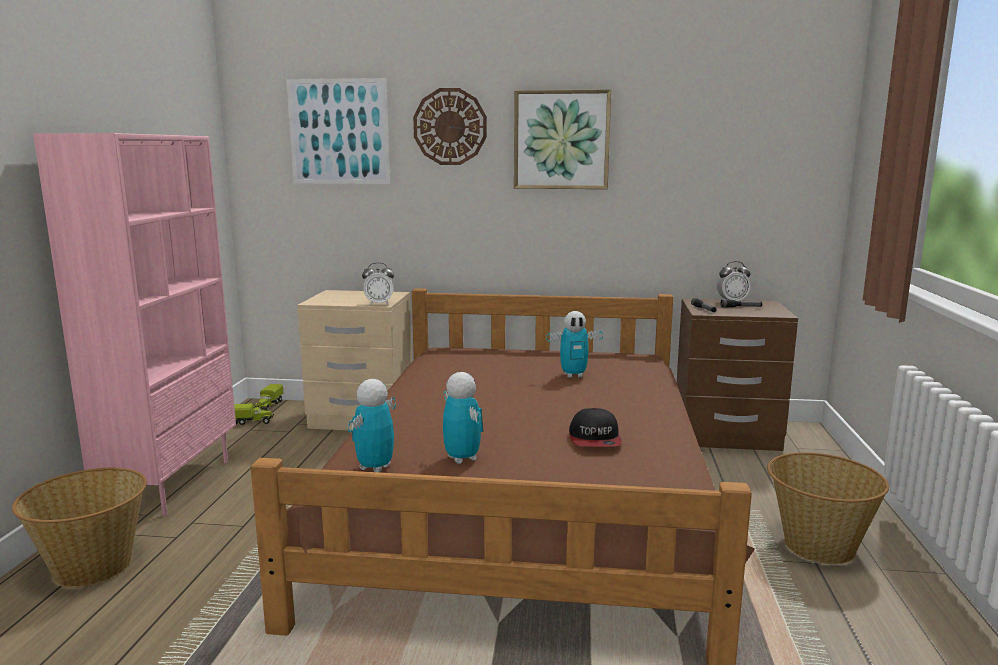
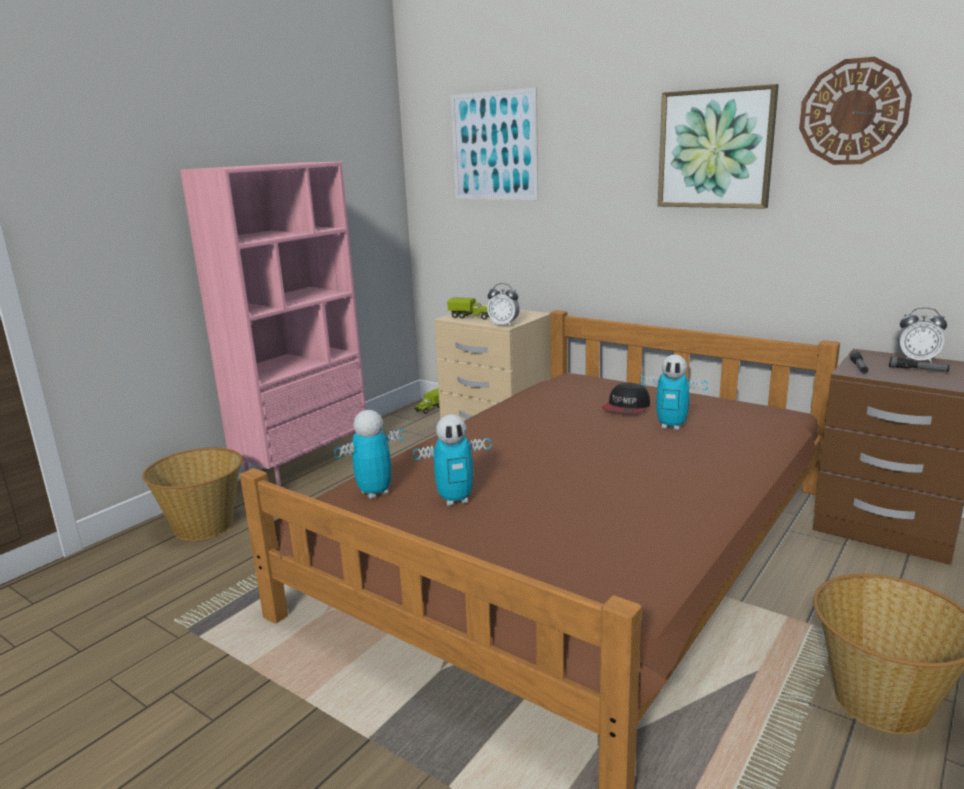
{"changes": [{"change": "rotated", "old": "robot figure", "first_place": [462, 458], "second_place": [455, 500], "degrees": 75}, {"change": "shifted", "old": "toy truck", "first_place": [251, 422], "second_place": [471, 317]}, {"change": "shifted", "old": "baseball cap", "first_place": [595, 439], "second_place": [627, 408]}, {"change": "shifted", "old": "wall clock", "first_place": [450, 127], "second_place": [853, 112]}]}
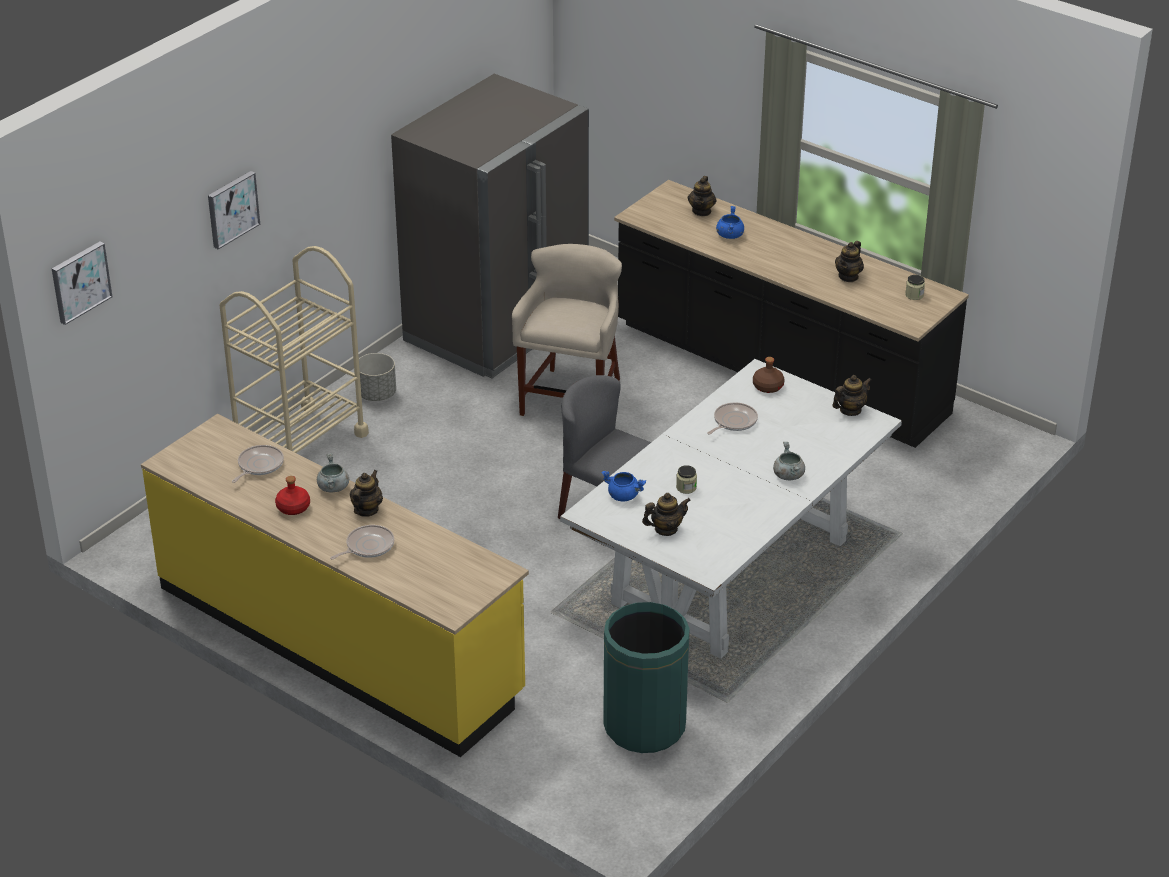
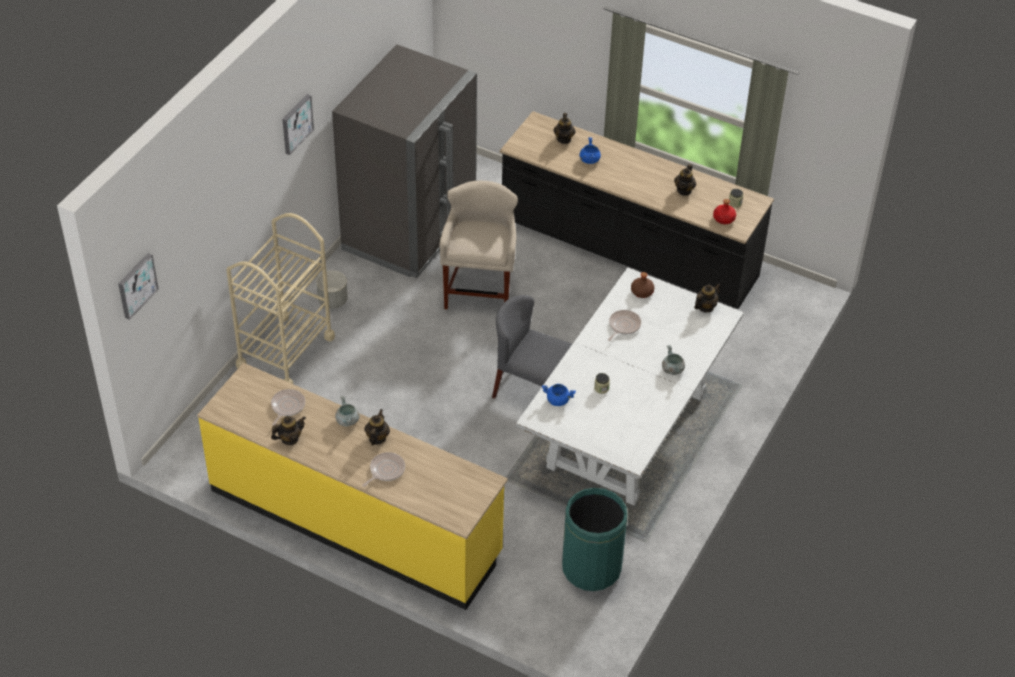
{"changes": [{"change": "shifted", "old": "tea pot", "first_place": [666, 529], "second_place": [289, 439]}, {"change": "shifted", "old": "picture", "first_place": [232, 209], "second_place": [296, 123]}, {"change": "shifted", "old": "bottle (red)", "first_place": [293, 508], "second_place": [724, 219]}]}
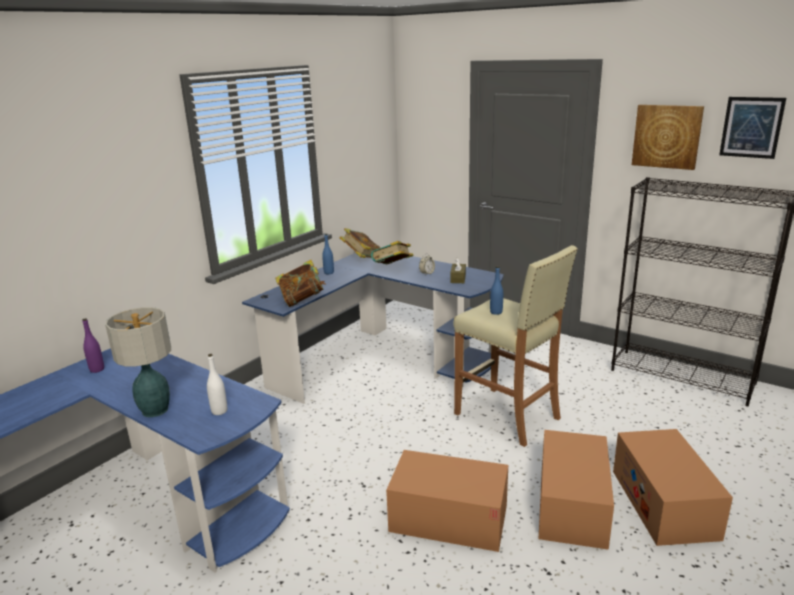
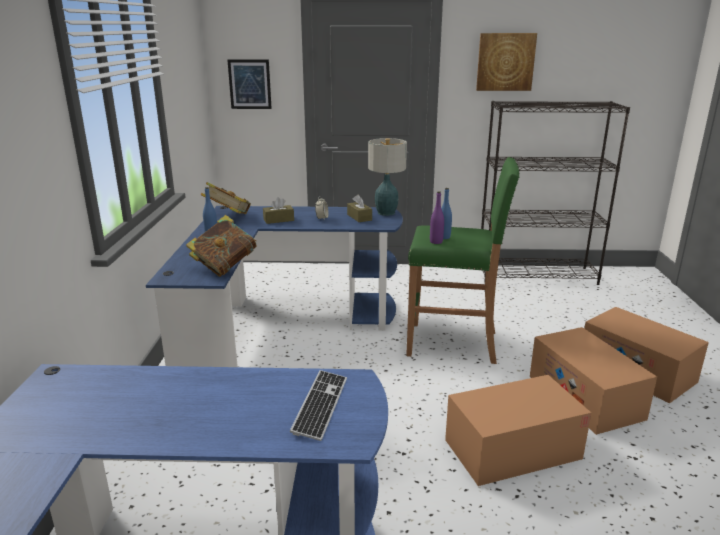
{"changes": [{"change": "shifted", "old": "picture", "first_place": [751, 127], "second_place": [249, 84]}, {"change": "swapped", "old": "book", "new": "tissue box (brownish)", "first_place": [392, 268], "second_place": [278, 220]}, {"change": "swapped", "old": "bottle (whitish)", "new": "PC keyboard", "first_place": [219, 411], "second_place": [320, 405]}, {"change": "shifted", "old": "table lamp", "first_place": [155, 410], "second_place": [386, 213]}, {"change": "repainted", "old": "stool (beige-coloured)", "new": "stool (greenish)", "first_place": [508, 416], "second_place": [453, 343]}, {"change": "shifted", "old": "bottle (purple)", "first_place": [97, 369], "second_place": [436, 242]}]}
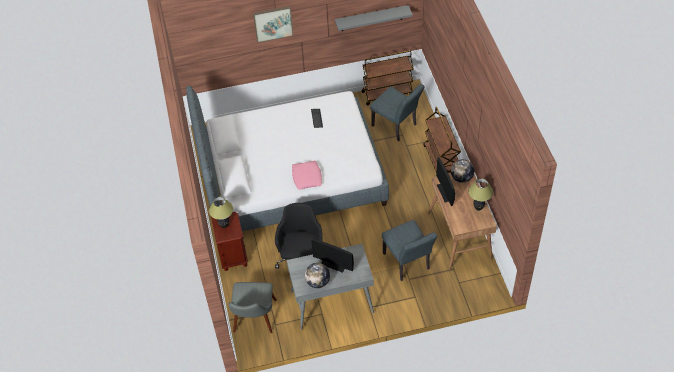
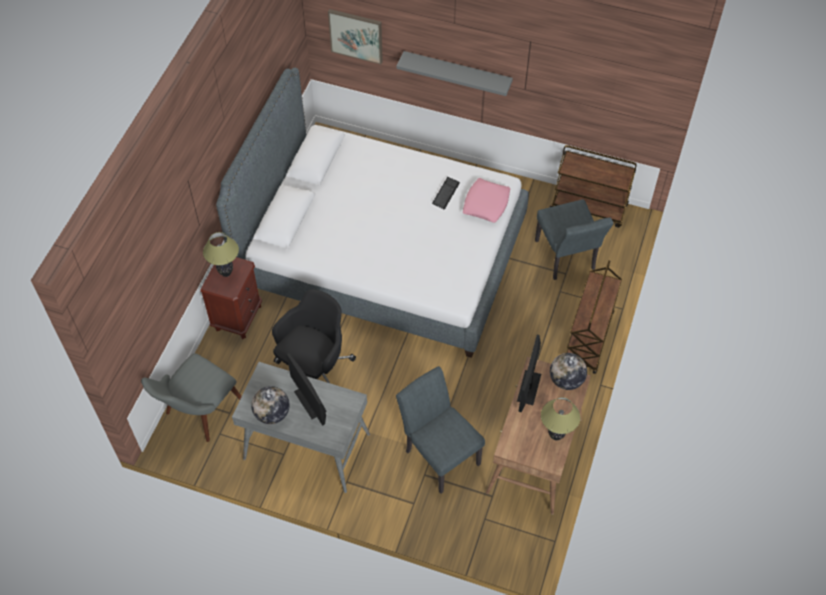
{"changes": [{"change": "shifted", "old": "picture", "first_place": [273, 23], "second_place": [356, 35]}, {"change": "shifted", "old": "bracket shelf (grey)", "first_place": [371, 18], "second_place": [457, 73]}, {"change": "rotated", "old": "chair (grey)", "first_place": [408, 264], "second_place": [438, 453], "degrees": 135}, {"change": "shifted", "old": "cushion (pink-coloured)", "first_place": [307, 177], "second_place": [486, 203]}]}
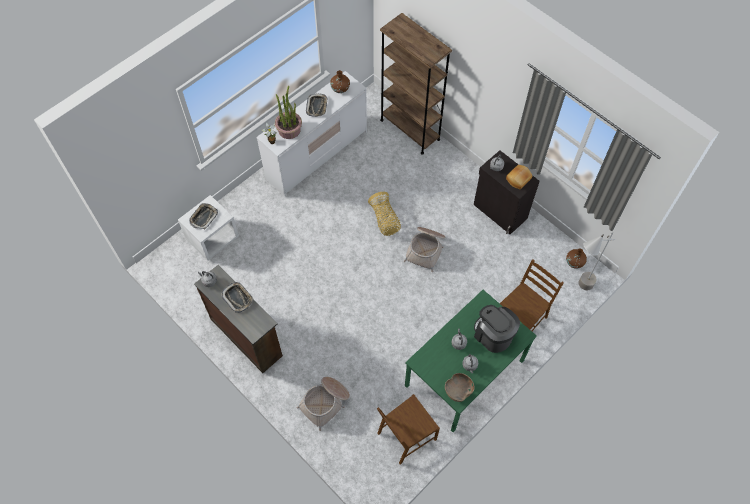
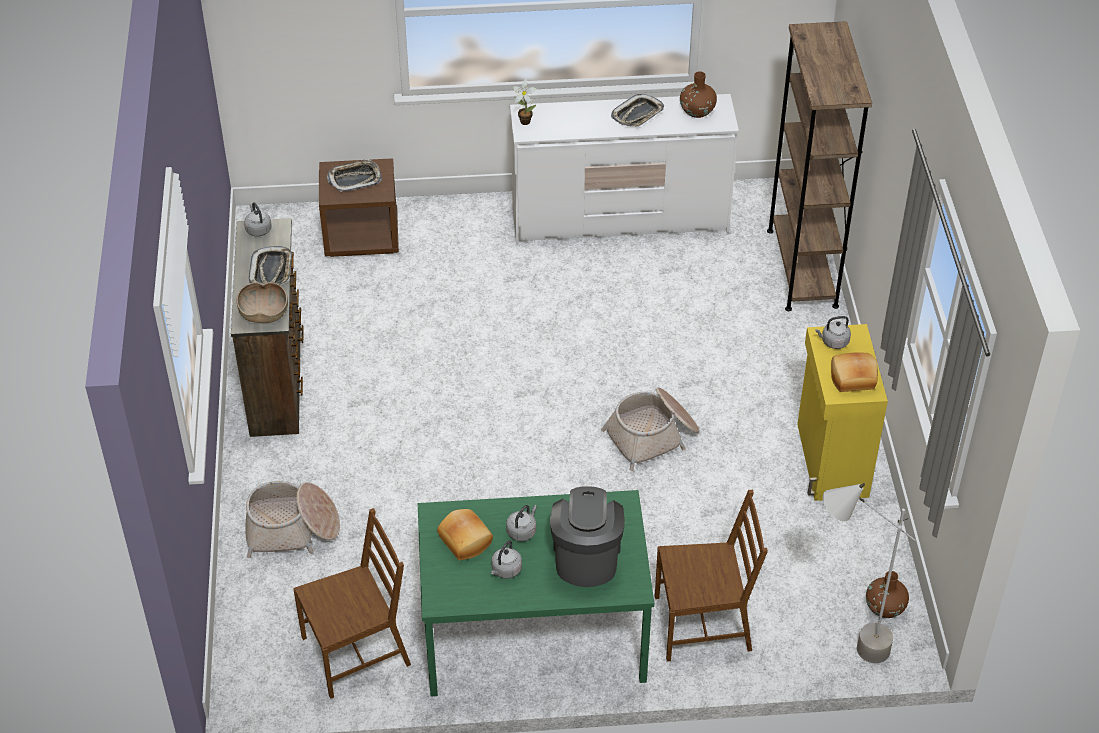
{"changes": [{"change": "shifted", "old": "bowl (brownish)", "first_place": [458, 390], "second_place": [264, 314]}, {"change": "rotated", "old": "chair (brownish)", "first_place": [406, 436], "second_place": [357, 651], "degrees": 150}, {"change": "repainted", "old": "bedside table (whitish)", "new": "bedside table (brownish)", "first_place": [213, 238], "second_place": [362, 236]}, {"change": "new", "new": "bread", "second_place": [466, 540]}, {"change": "repainted", "old": "storage cabinet (blackish)", "new": "storage cabinet (yellowish)", "first_place": [500, 212], "second_place": [830, 461]}, {"change": "gone", "old": "plant in a pot", "first_place": [289, 129]}, {"change": "gone", "old": "basket", "first_place": [385, 220]}]}
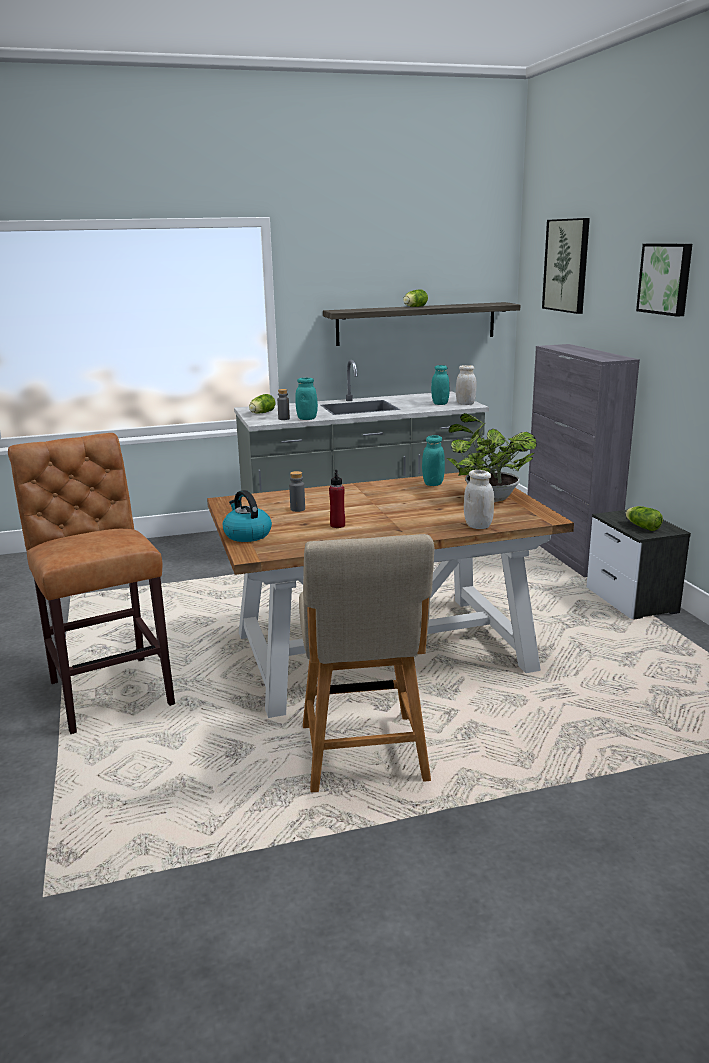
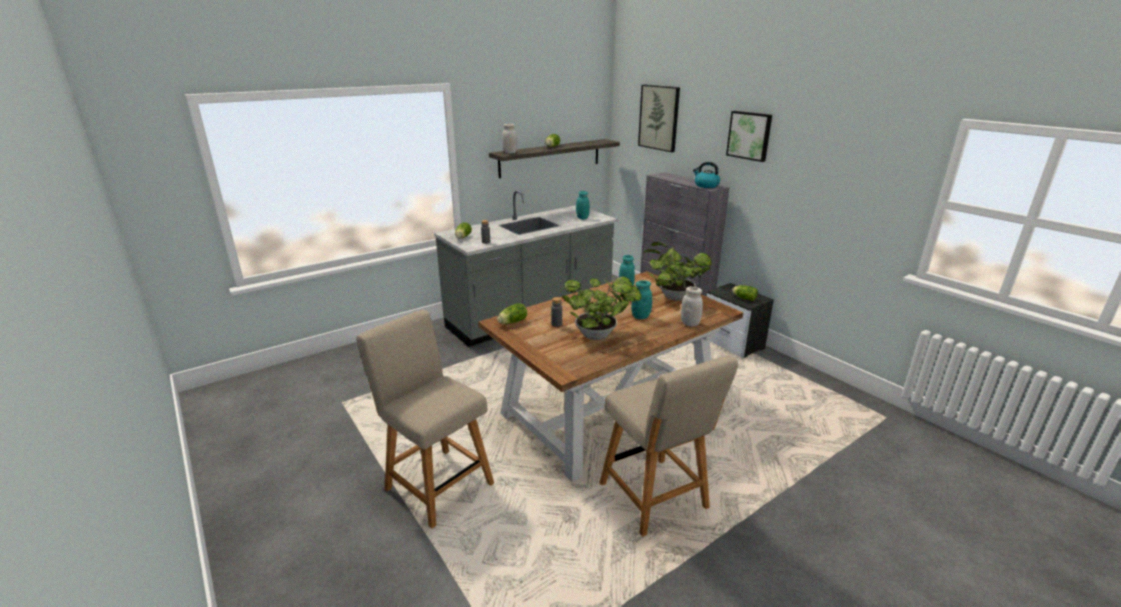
{"changes": [{"change": "swapped", "old": "stool (brownish)", "new": "chair (beige-coloured)", "first_place": [109, 689], "second_place": [436, 483]}, {"change": "new", "new": "lettuce", "second_place": [511, 322]}, {"change": "shifted", "old": "preserve jar (whitish)", "first_place": [465, 404], "second_place": [510, 152]}, {"change": "swapped", "old": "bottle (red)", "new": "plant in a pot", "first_place": [337, 525], "second_place": [599, 336]}, {"change": "shifted", "old": "preserve jar (blue-green)", "first_place": [307, 418], "second_place": [640, 316]}, {"change": "shifted", "old": "water kettle", "first_place": [247, 535], "second_place": [706, 185]}]}
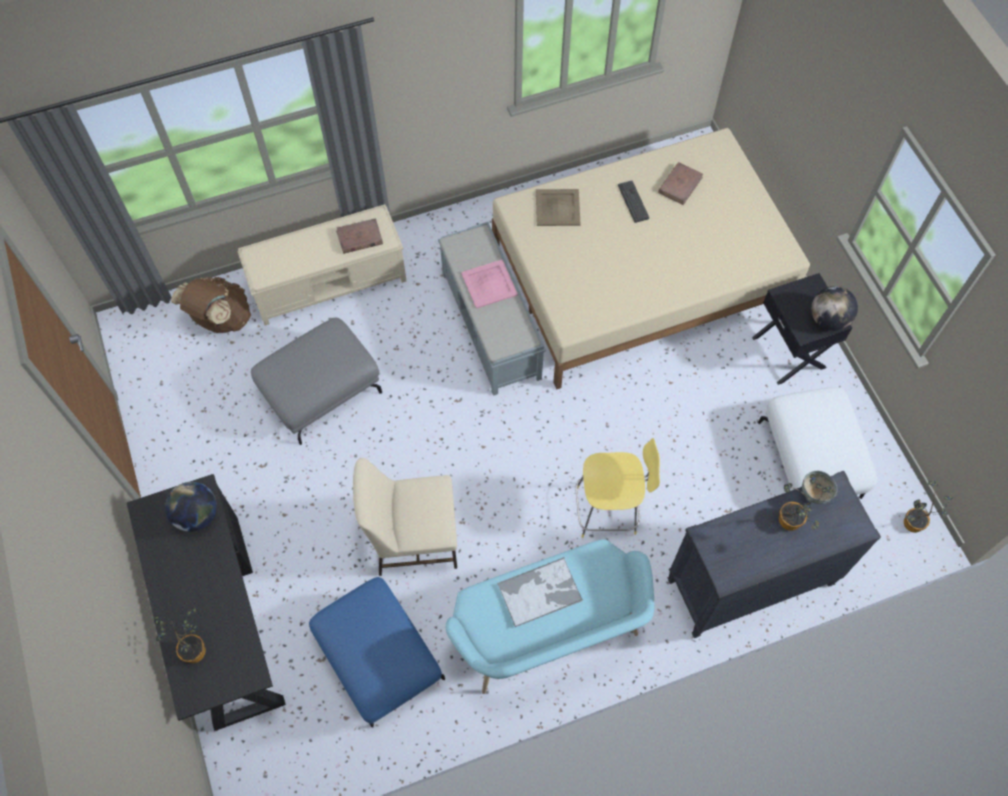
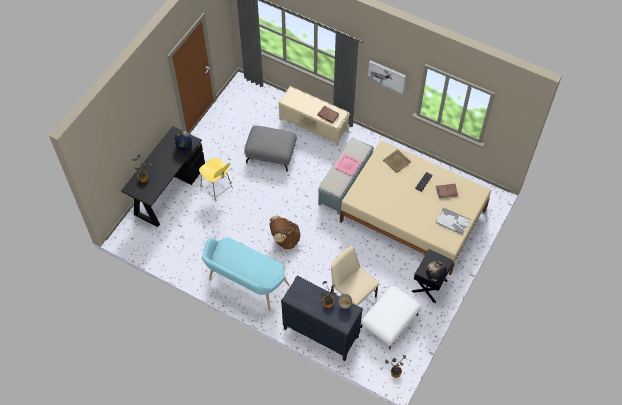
{"changes": [{"change": "shifted", "old": "stool (yellowish)", "first_place": [609, 510], "second_place": [217, 189]}, {"change": "shifted", "old": "knapsack (brownish)", "first_place": [221, 320], "second_place": [285, 239]}, {"change": "shifted", "old": "chair (beige-coloured)", "first_place": [413, 538], "second_place": [352, 295]}, {"change": "new", "new": "picture", "second_place": [387, 76]}, {"change": "shifted", "old": "serving tray", "first_place": [540, 592], "second_place": [453, 221]}, {"change": "gone", "old": "pouffe (blue)", "first_place": [378, 658]}]}
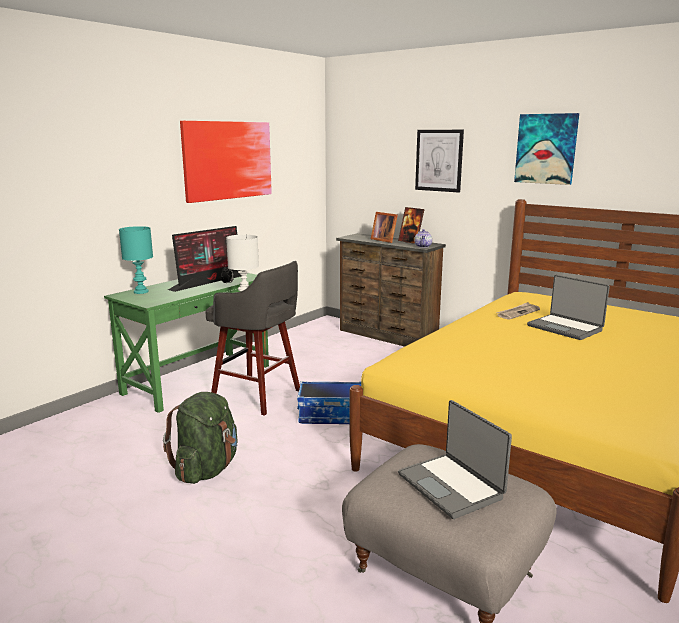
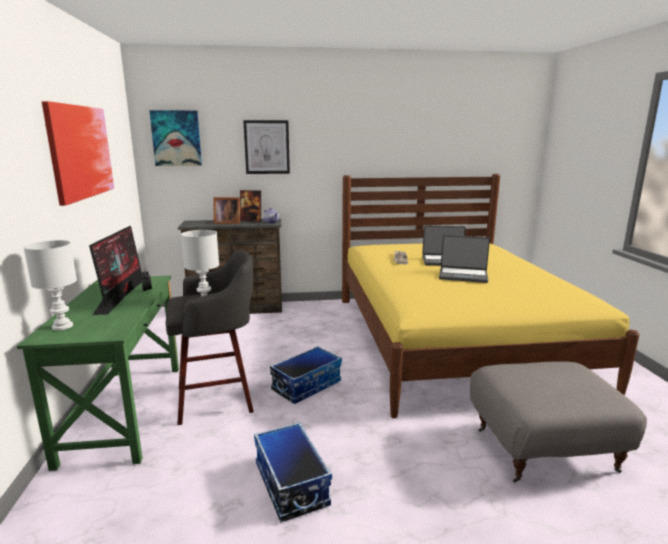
{"changes": [{"change": "repainted", "old": "table lamp (blue-green)", "new": "table lamp (whitish)", "first_place": [140, 292], "second_place": [61, 326]}, {"change": "shifted", "old": "picture", "first_place": [546, 149], "second_place": [176, 138]}, {"change": "swapped", "old": "knapsack (greenish)", "new": "storage bin", "first_place": [207, 469], "second_place": [290, 484]}, {"change": "shifted", "old": "portable computer", "first_place": [451, 486], "second_place": [463, 275]}]}
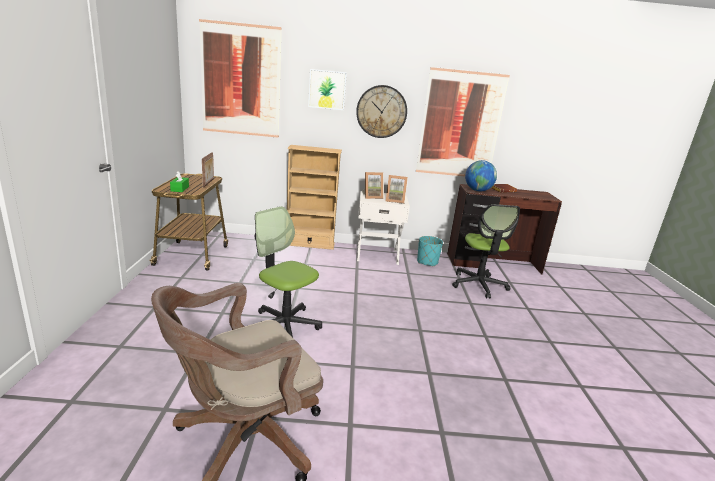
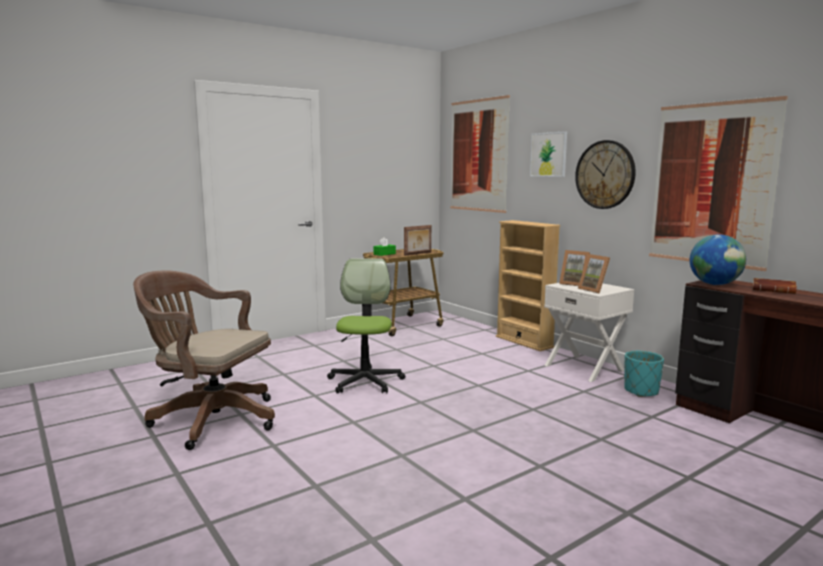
{"changes": [{"change": "gone", "old": "desk chair", "first_place": [479, 285]}]}
